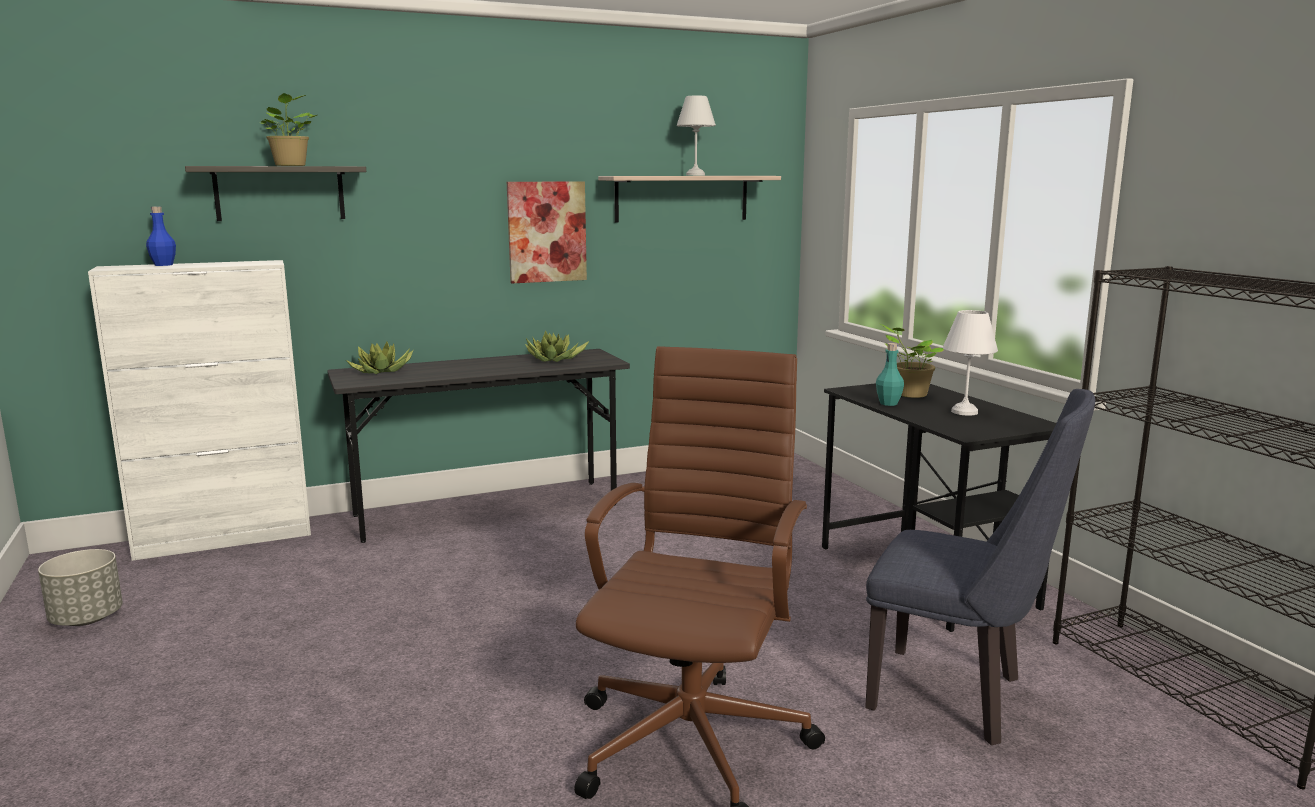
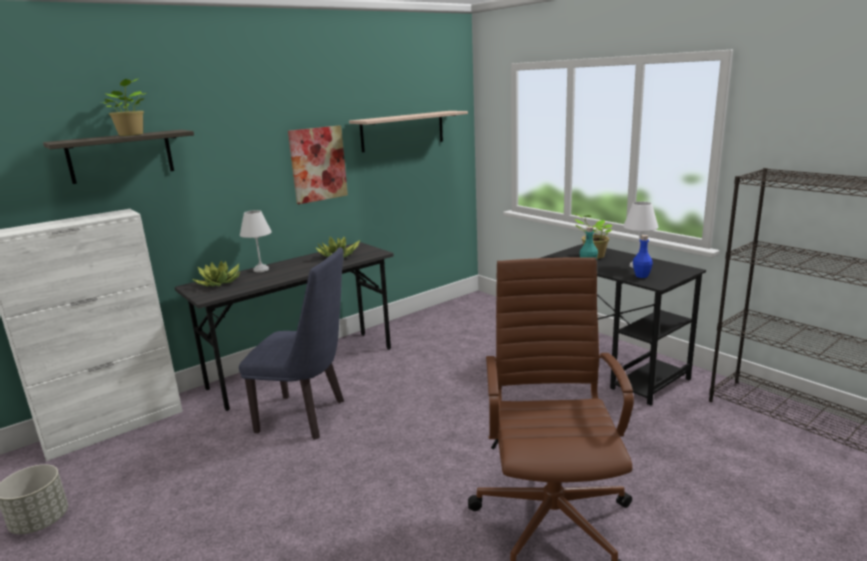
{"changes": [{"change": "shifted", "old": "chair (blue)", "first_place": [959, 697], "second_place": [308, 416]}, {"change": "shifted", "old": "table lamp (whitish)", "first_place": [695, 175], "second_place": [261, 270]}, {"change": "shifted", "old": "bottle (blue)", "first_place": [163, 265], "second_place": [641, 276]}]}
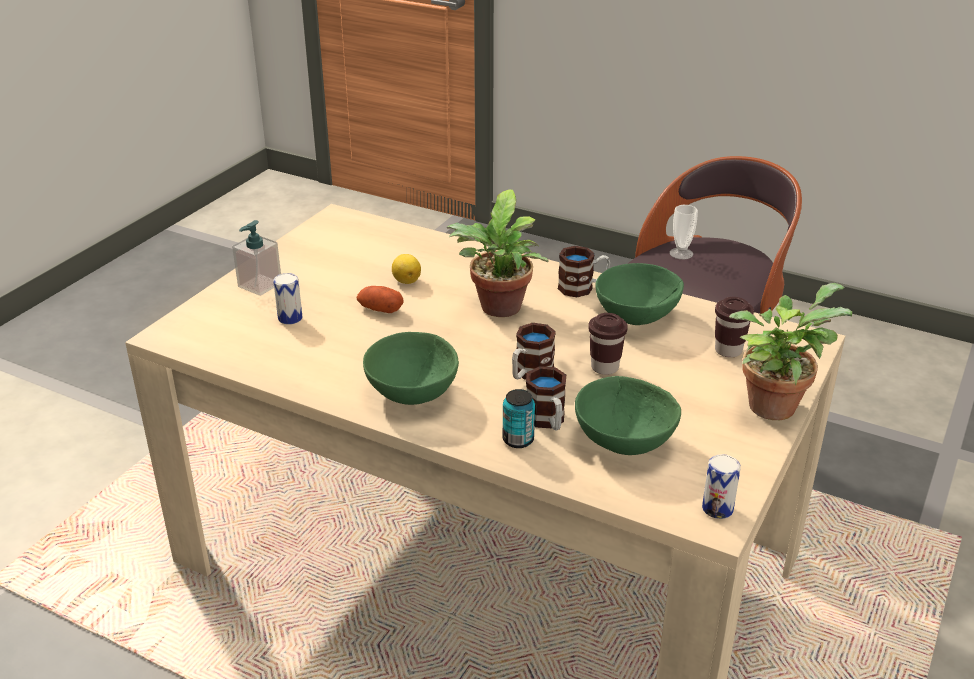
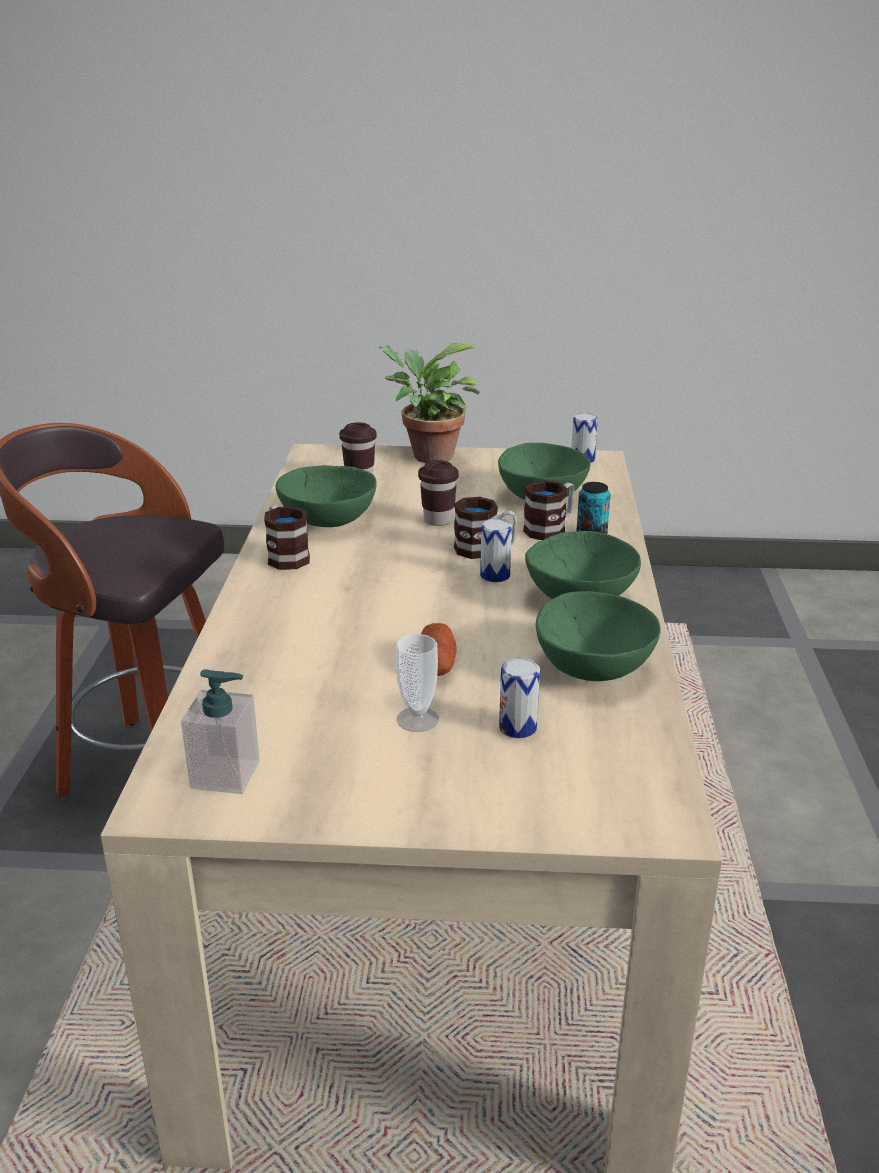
{"changes": [{"change": "shifted", "old": "soap bottle", "first_place": [260, 285], "second_place": [226, 774]}, {"change": "shifted", "old": "drinking cup", "first_place": [681, 253], "second_place": [417, 719]}, {"change": "new", "new": "metal can", "second_place": [495, 575]}, {"change": "new", "new": "bowl (greenish)", "second_place": [593, 669]}, {"change": "gone", "old": "lemon", "first_place": [406, 280]}, {"change": "gone", "old": "plant in a pot", "first_place": [498, 310]}]}
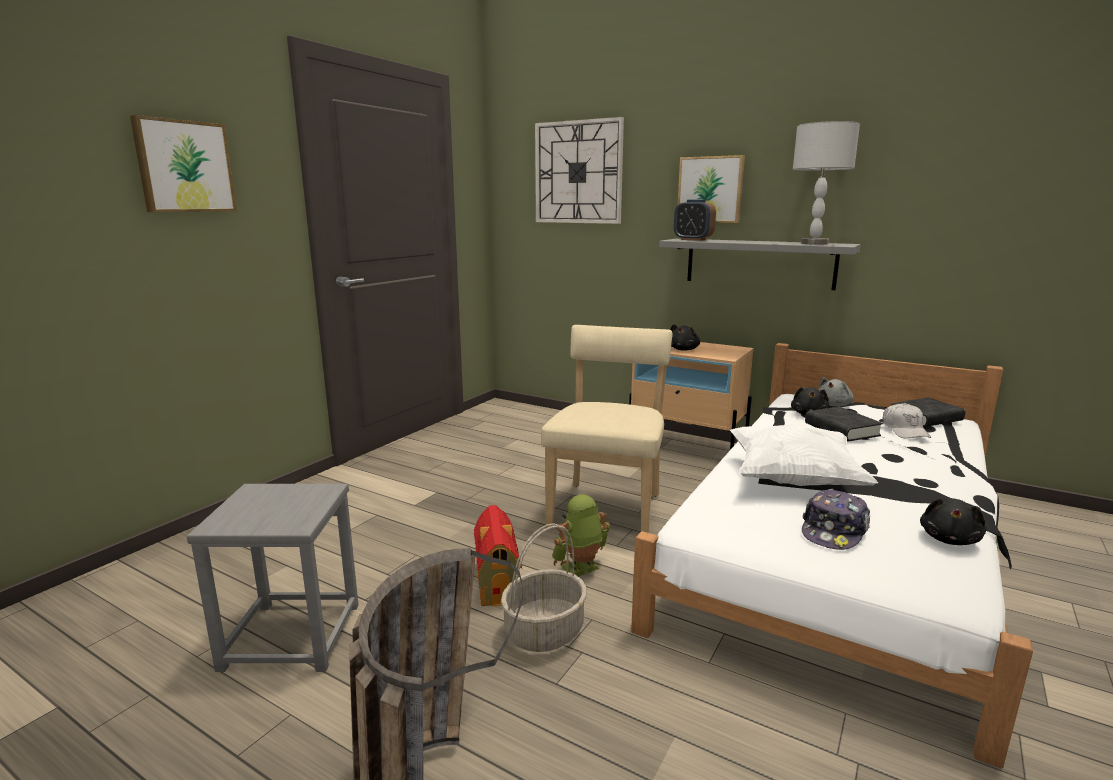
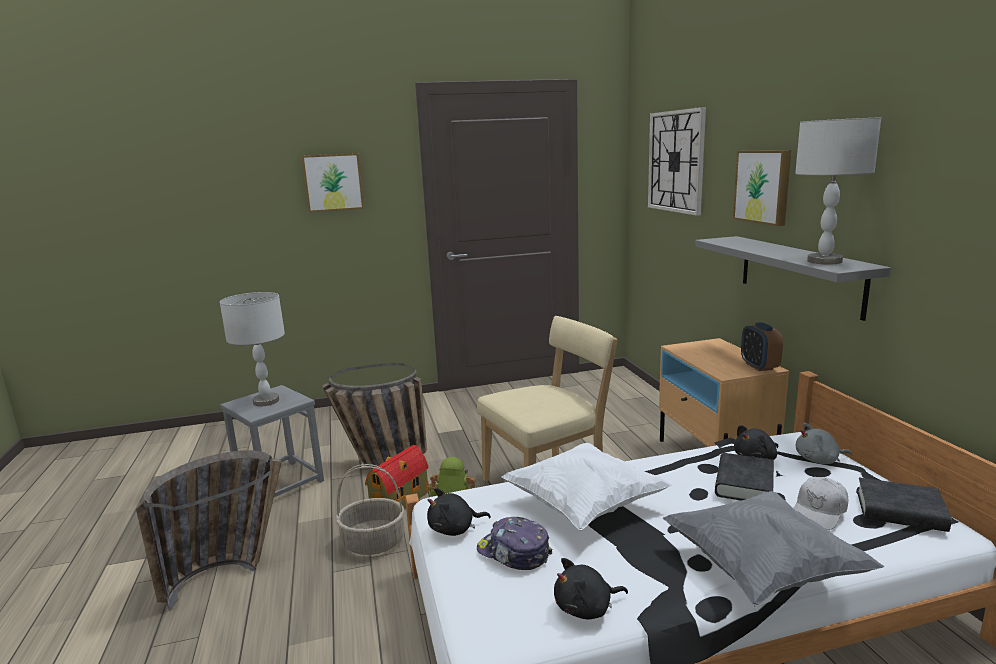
{"changes": [{"change": "new", "new": "table lamp (grey)", "second_place": [266, 401]}, {"change": "new", "new": "basket", "second_place": [379, 462]}, {"change": "shifted", "old": "cuddly toy (blackish)", "first_place": [684, 349], "second_place": [455, 529]}, {"change": "rotated", "old": "baseball cap", "first_place": [834, 531], "second_place": [513, 553], "degrees": 45}, {"change": "new", "new": "cushion (grey)", "second_place": [762, 569]}, {"change": "shifted", "old": "alarm clock", "first_place": [693, 239], "second_place": [759, 366]}]}
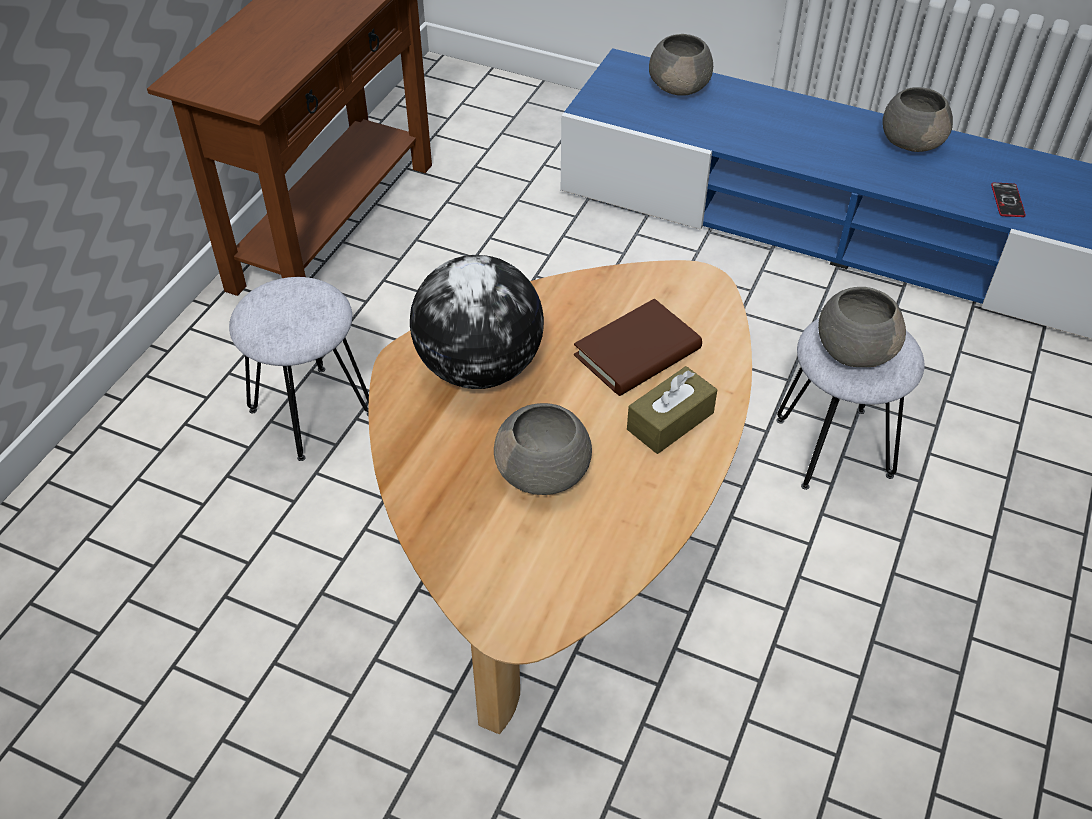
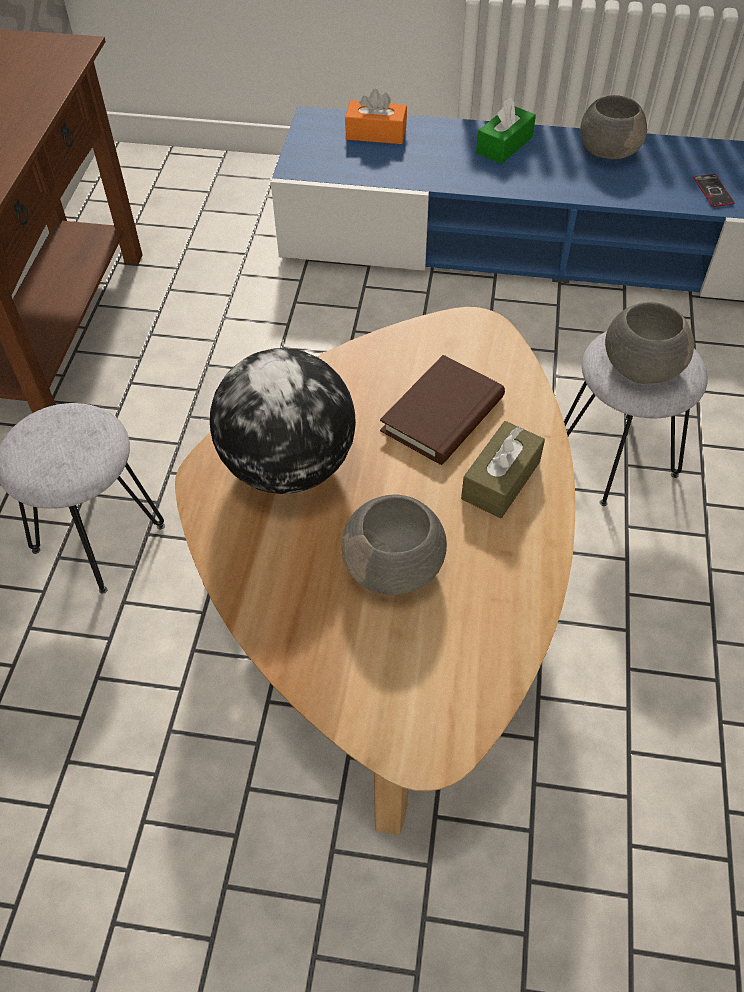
{"changes": [{"change": "swapped", "old": "bowl (grey)", "new": "tissue box (orangey)", "first_place": [680, 86], "second_place": [376, 133]}, {"change": "new", "new": "tissue box (greenish)", "second_place": [504, 145]}]}
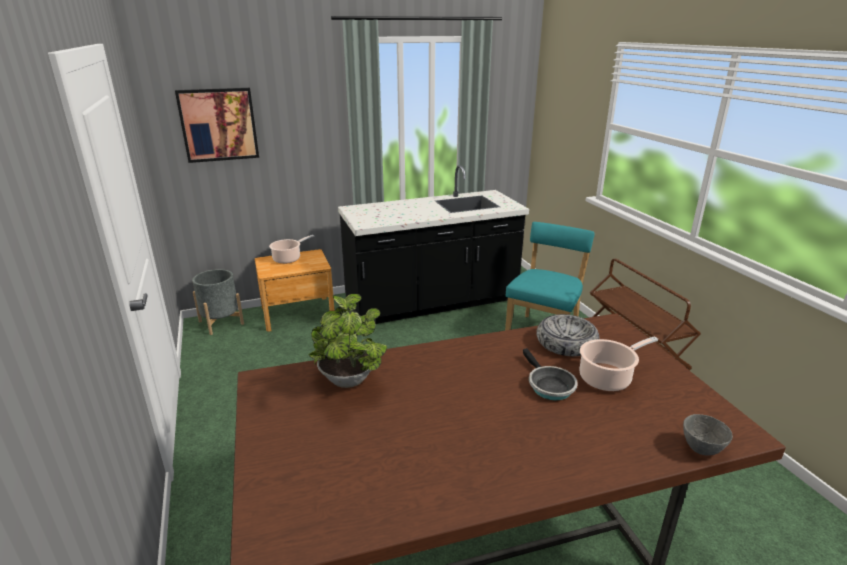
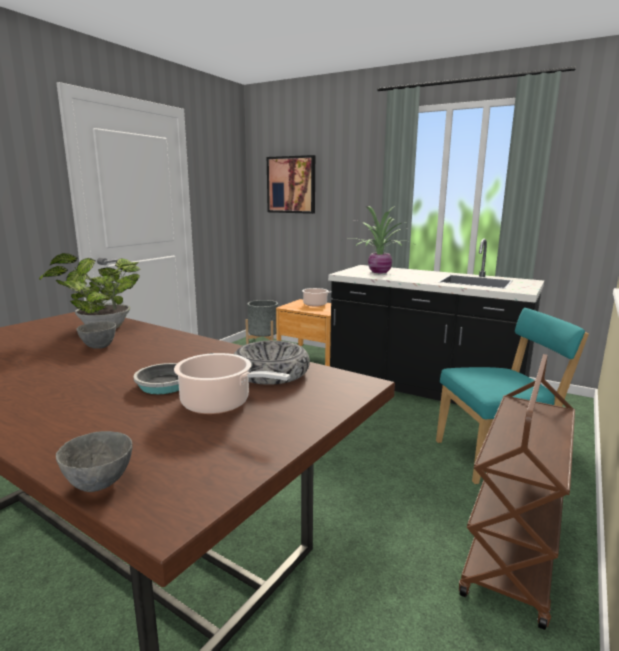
{"changes": [{"change": "new", "new": "bowl (grey)", "second_place": [100, 347]}, {"change": "new", "new": "plant in a pot", "second_place": [378, 272]}]}
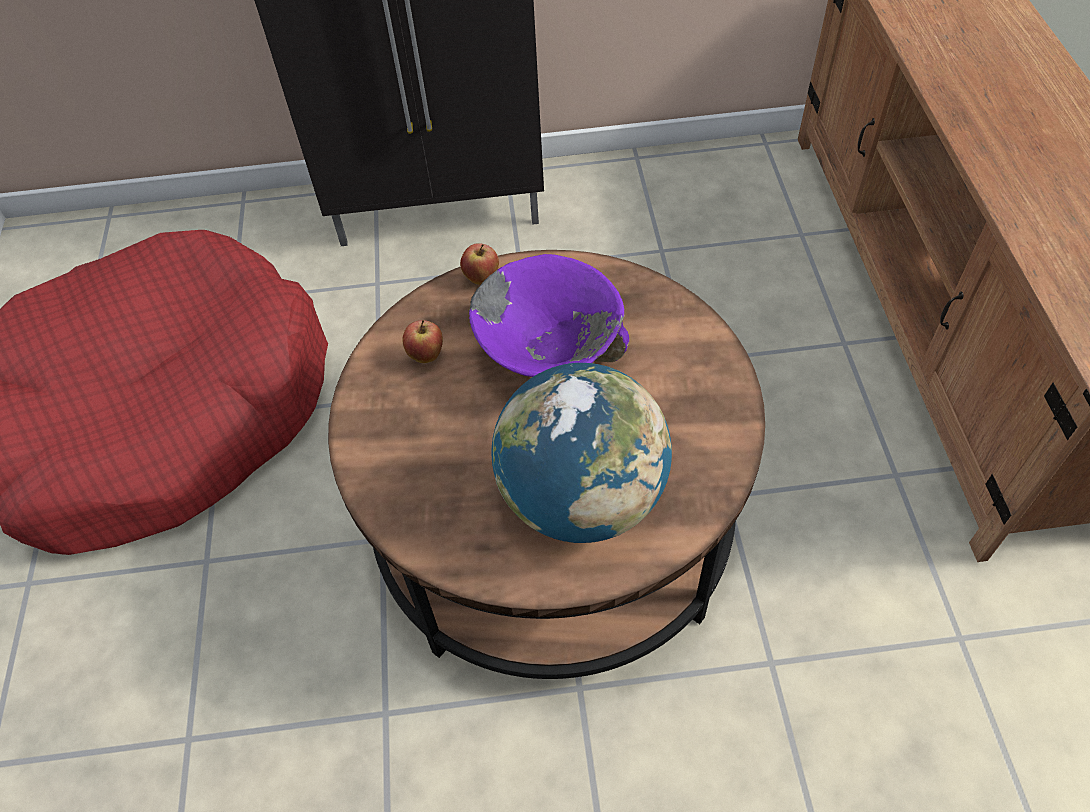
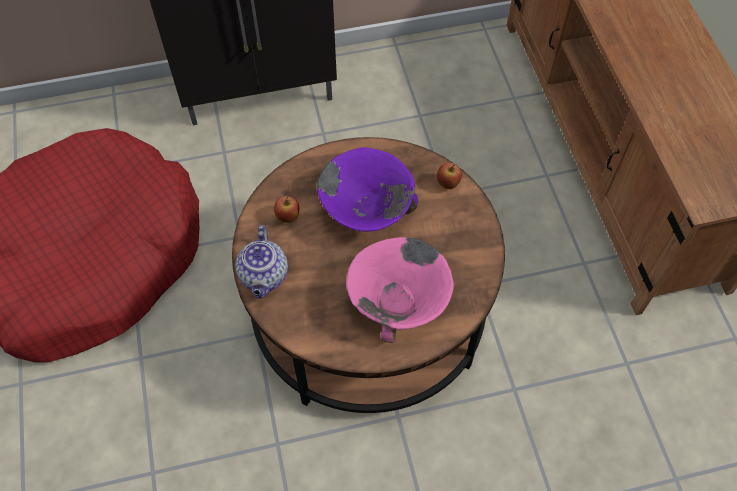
{"changes": [{"change": "new", "new": "tea pot", "second_place": [264, 277]}, {"change": "swapped", "old": "world globe", "new": "bowl (pink-coloured)", "first_place": [582, 497], "second_place": [399, 302]}, {"change": "shifted", "old": "whole apple", "first_place": [482, 279], "second_place": [448, 184]}]}
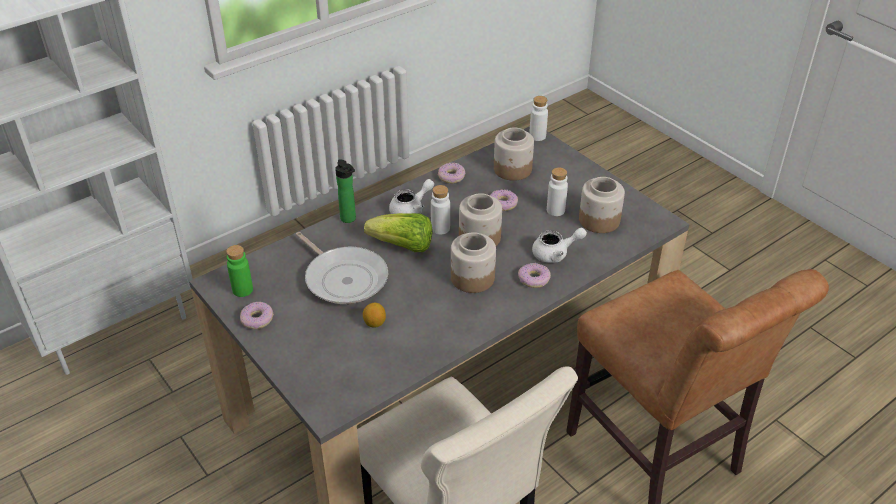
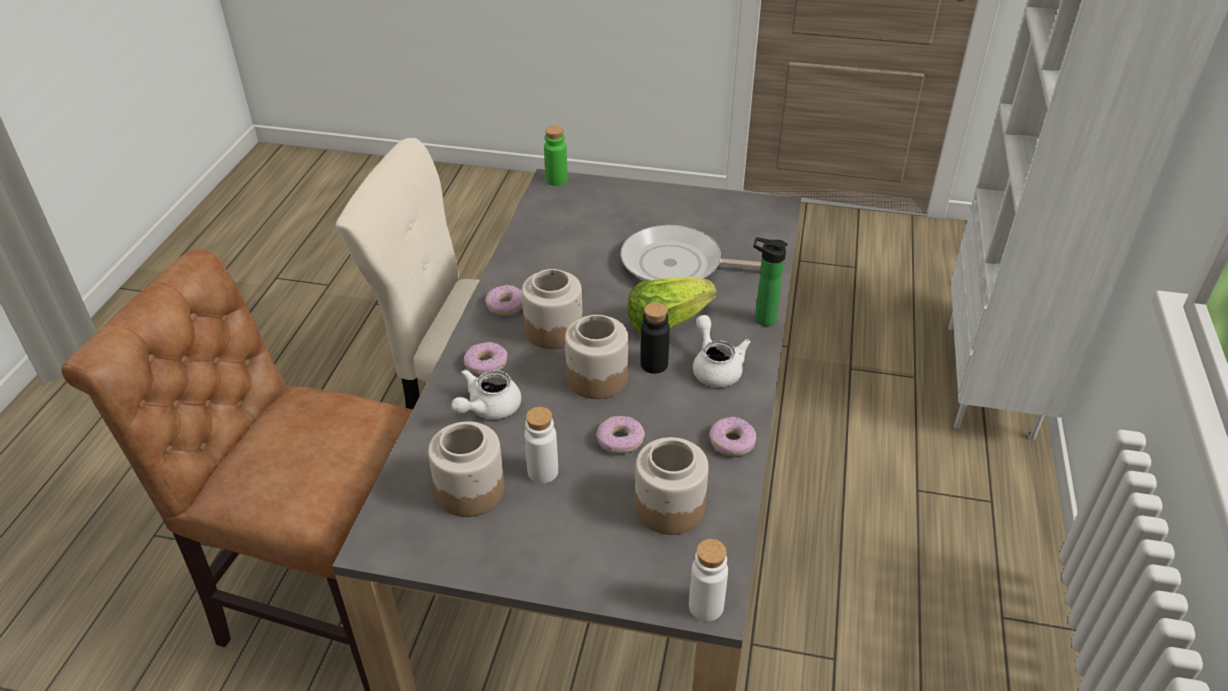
{"changes": [{"change": "shifted", "old": "ring doughnut", "first_place": [257, 319], "second_place": [505, 306]}, {"change": "shifted", "old": "bottle (greenish)", "first_place": [242, 290], "second_place": [556, 180]}, {"change": "repainted", "old": "bottle (whitish)", "new": "bottle (blackish)", "first_place": [440, 228], "second_place": [654, 364]}, {"change": "rotated", "old": "tea pot (whitish)", "first_place": [411, 210], "second_place": [715, 367], "degrees": 150}, {"change": "gone", "old": "lemon", "first_place": [374, 323]}]}
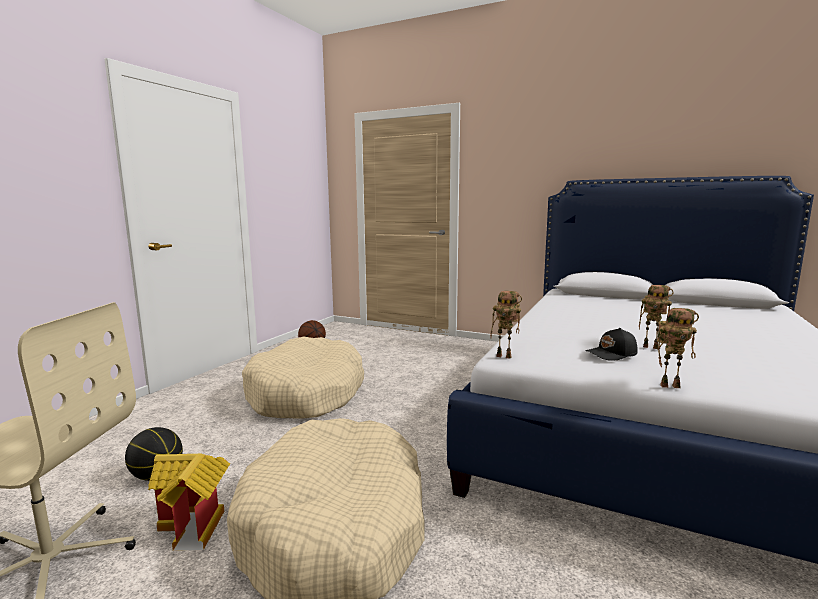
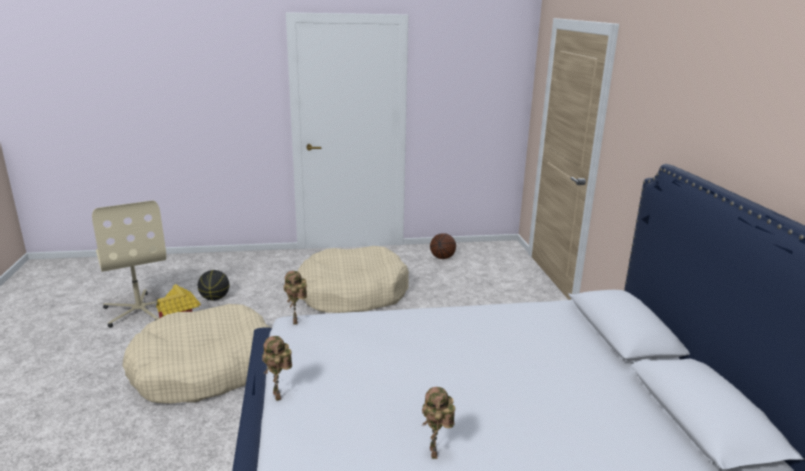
{"changes": [{"change": "shifted", "old": "robot figure", "first_place": [651, 347], "second_place": [435, 453]}, {"change": "gone", "old": "baseball cap (blackish)", "first_place": [612, 354]}]}
